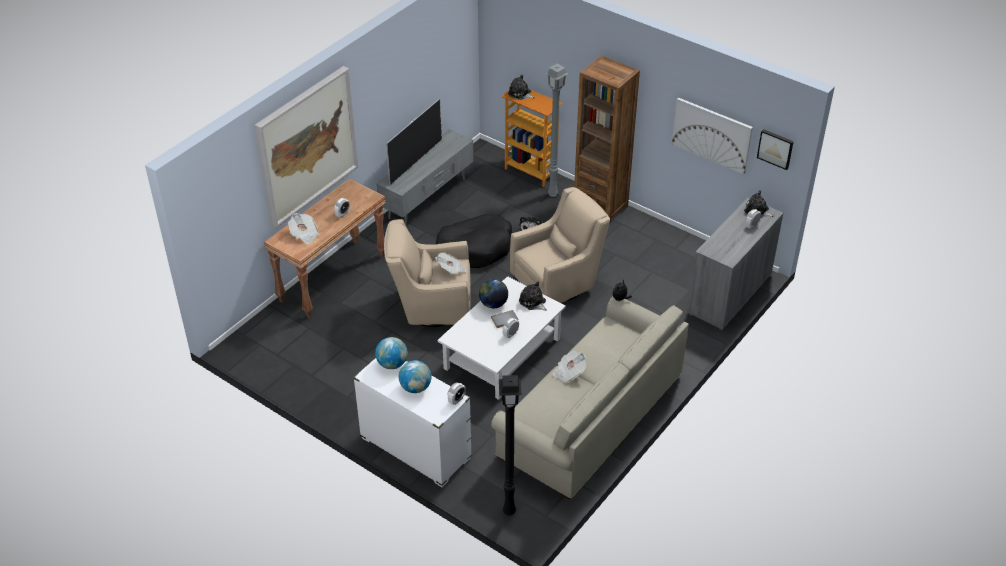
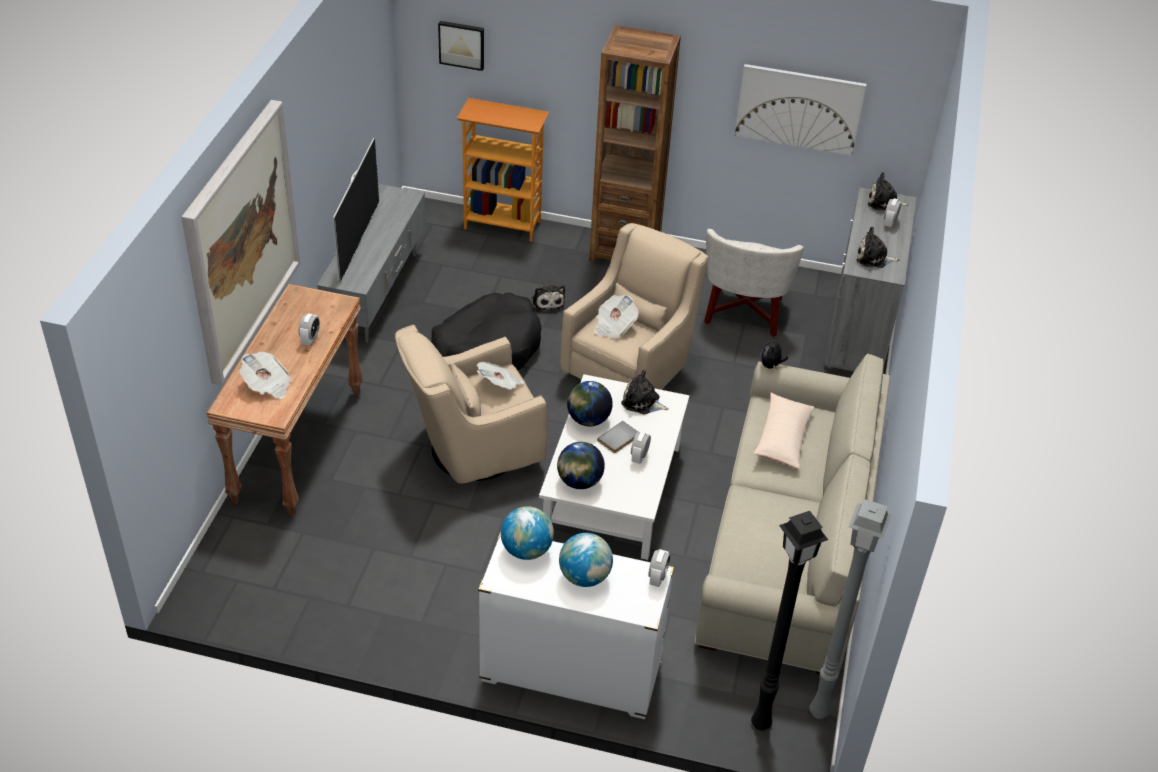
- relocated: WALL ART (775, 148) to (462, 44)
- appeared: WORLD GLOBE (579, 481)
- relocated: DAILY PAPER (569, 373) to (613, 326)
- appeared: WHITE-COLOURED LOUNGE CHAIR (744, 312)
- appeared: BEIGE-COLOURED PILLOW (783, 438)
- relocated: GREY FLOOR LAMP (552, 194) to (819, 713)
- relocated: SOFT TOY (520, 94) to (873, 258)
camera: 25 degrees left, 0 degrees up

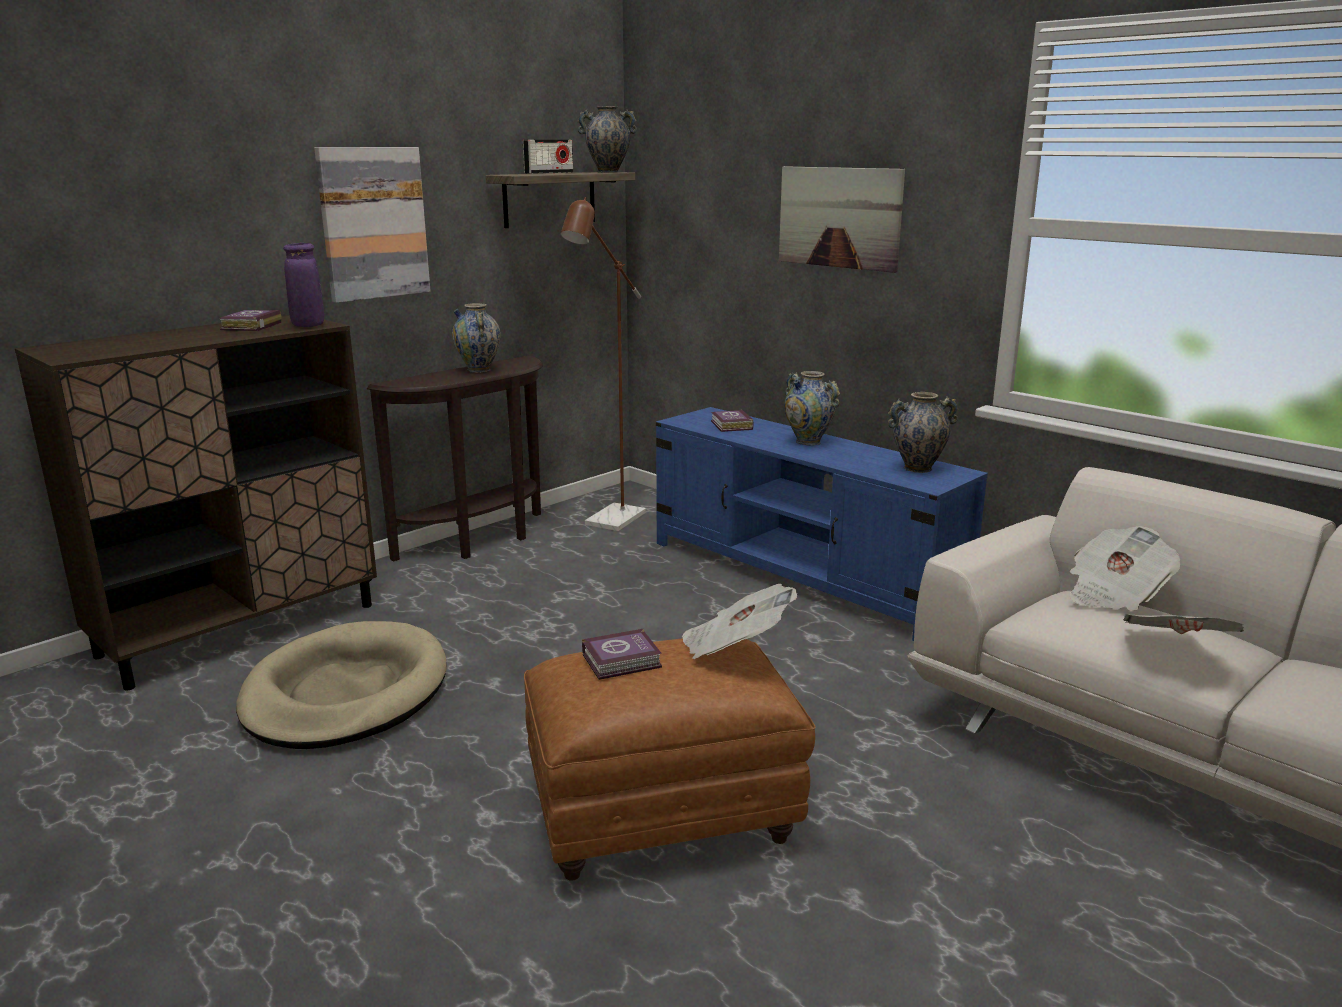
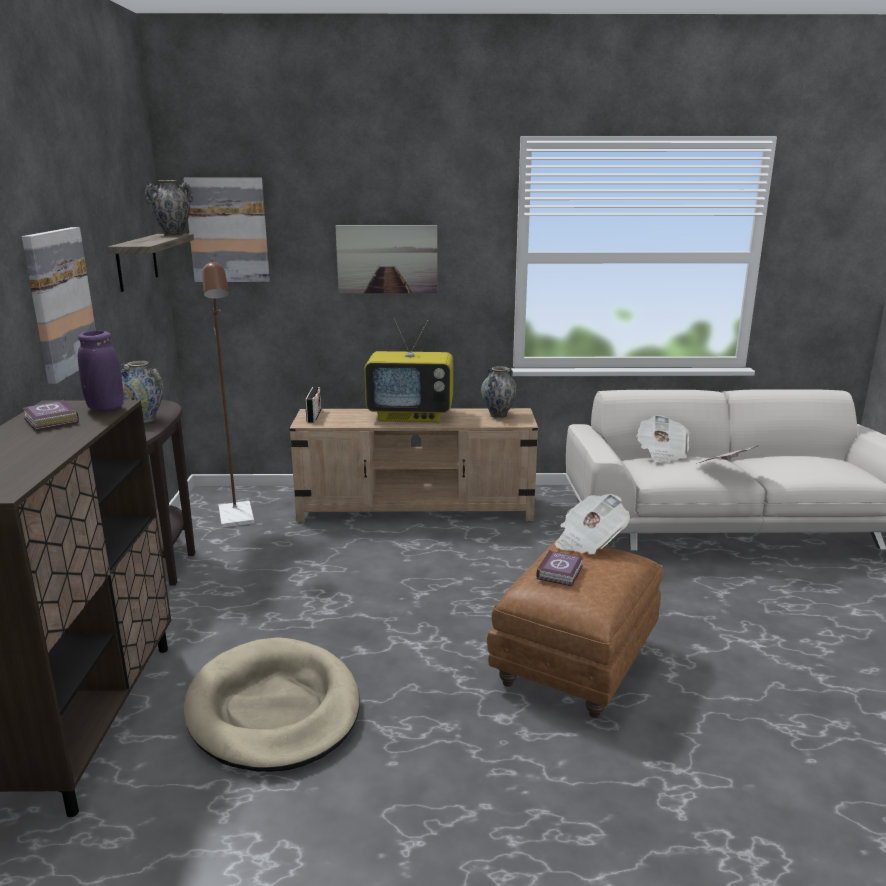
- appeared: WALL ART (228, 230)
- colour: BLUE-COLOURED TV UNIT (802, 576) to BEIGE-COLOURED TV UNIT (417, 508)
- relocated: RADIO SET (549, 173) to (314, 416)
- exchanged: DECORATIVE VASE (808, 442) to TV SET (411, 415)
- missing: VOLUME (731, 425)
camera: 45 degrees left, 0 degrees up

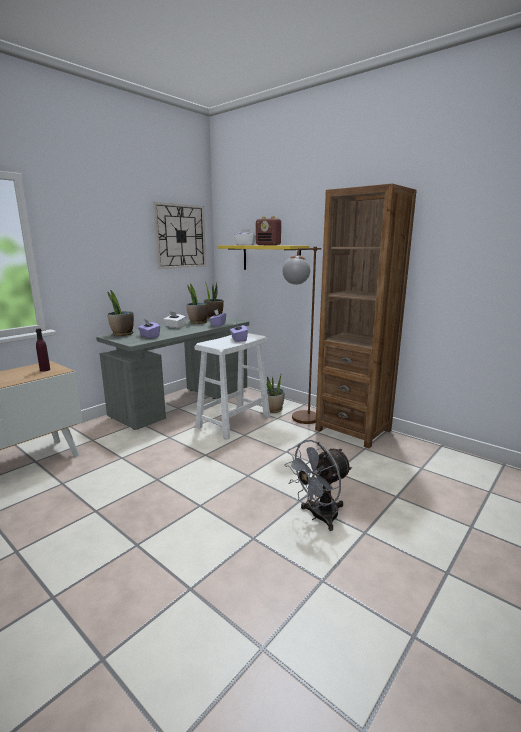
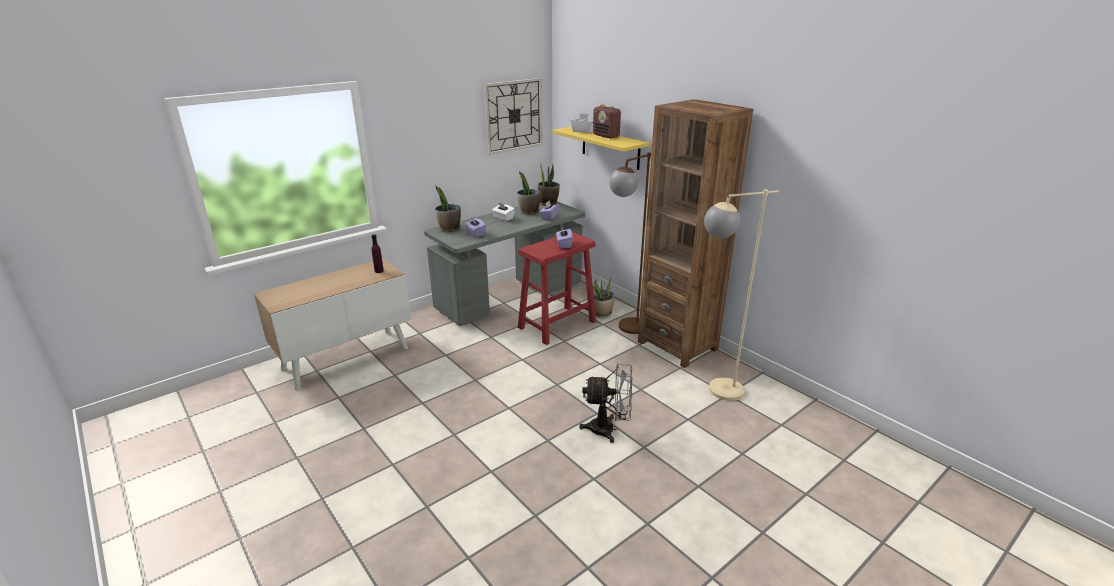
- colour: WHITE-COLOURED SITTING STOOL (233, 422) to RED SITTING STOOL (556, 325)
- spun: GREY FAN (318, 517) = (609, 429) 150 degrees counterclockwise
- appeared: BEIGE-COLOURED FLOOR LAMP (715, 392)
camera: 10 degrees right, 10 degrees up

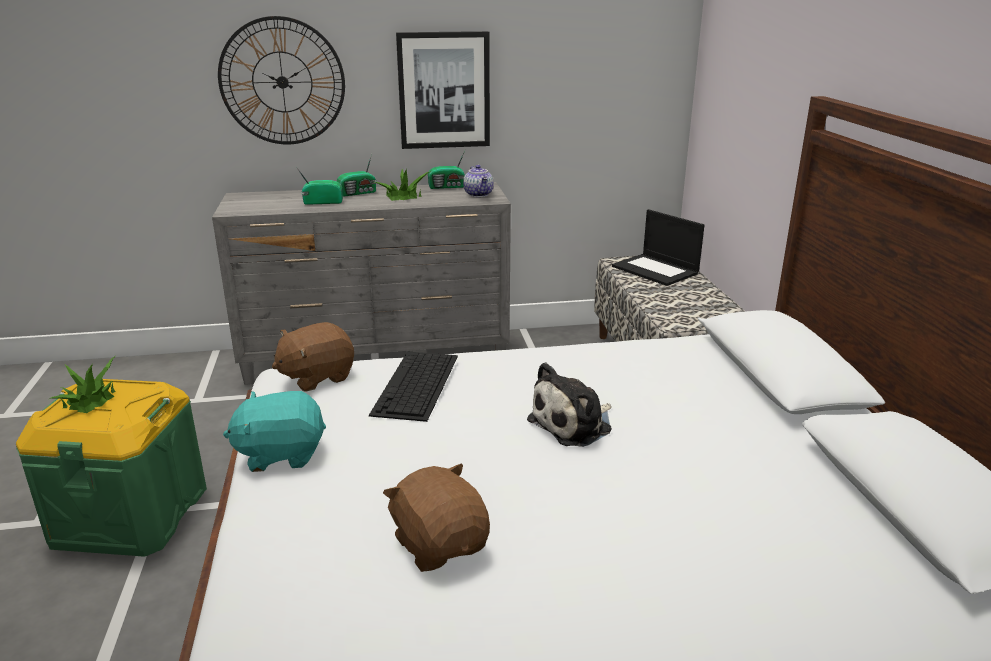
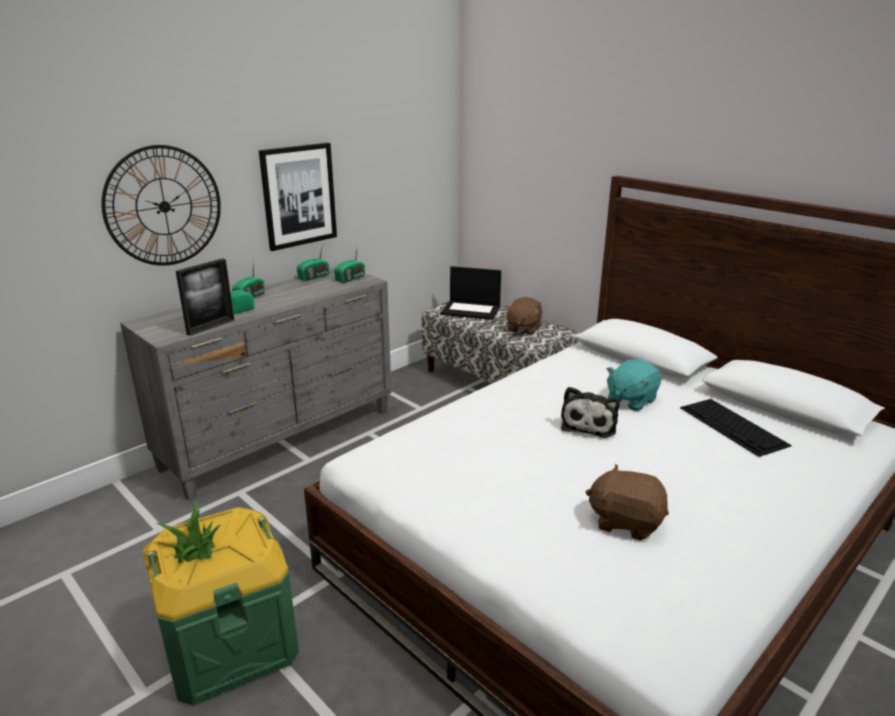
- appeared: PHOTO FRAME (211, 327)
- exchanged: TEAPOT (479, 194) to RADIO SET (351, 278)
- relocated: BROWN-COLOURED SOFT TOY (316, 377) to (523, 328)
- relocated: BLUE-GREEN SOFT TOY (281, 454) to (630, 400)
- relocated: COMPUTER KEYBOARD (416, 385) to (734, 426)
- missing: HOUSEPLANT (403, 196)
camera: 35 degrees left, 0 degrees up

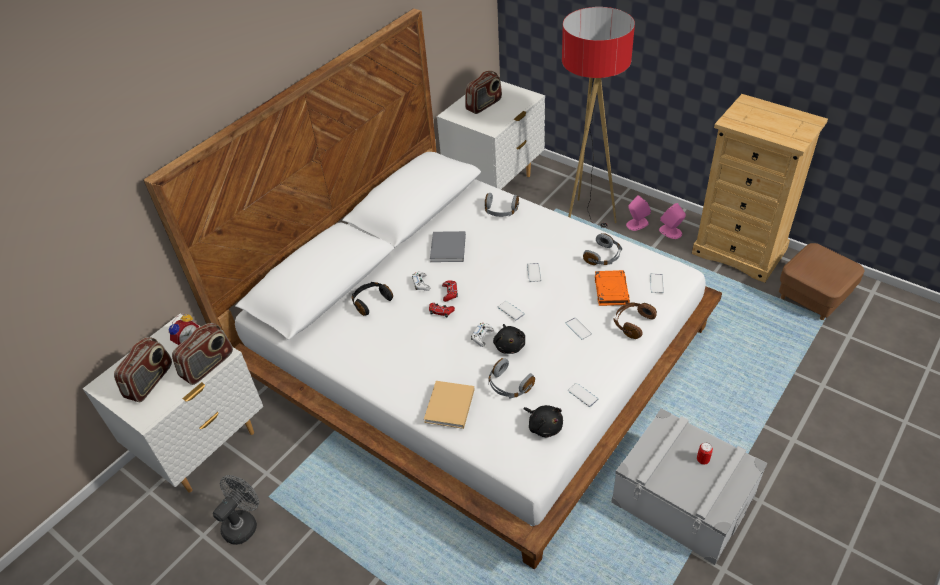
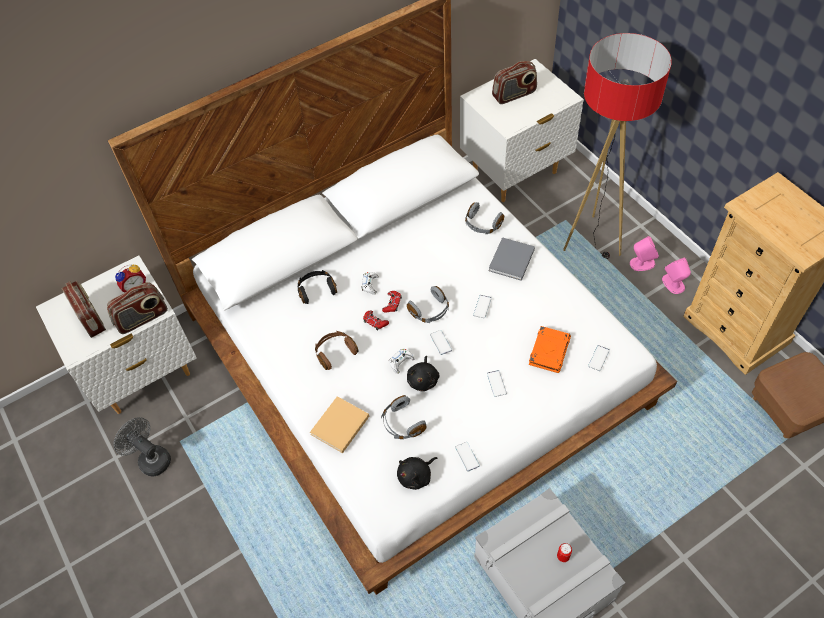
- spun: RADIO SET (150, 381) = (90, 318) 75 degrees counterclockwise
- spun: GREY FAN (243, 523) = (151, 459) 105 degrees counterclockwise
- relocated: BROWN-COLOURED HEADPHONES (632, 323) to (335, 352)
- spun: BLACK-COLOURED SOFT TOY (544, 426) = (416, 476) 75 degrees clockwise
- relocated: GREY HEADPHONES (603, 256) to (430, 311)
- relocated: GREY VOLUME (448, 249) to (511, 261)
camera: 20 degrees right, 10 degrees up

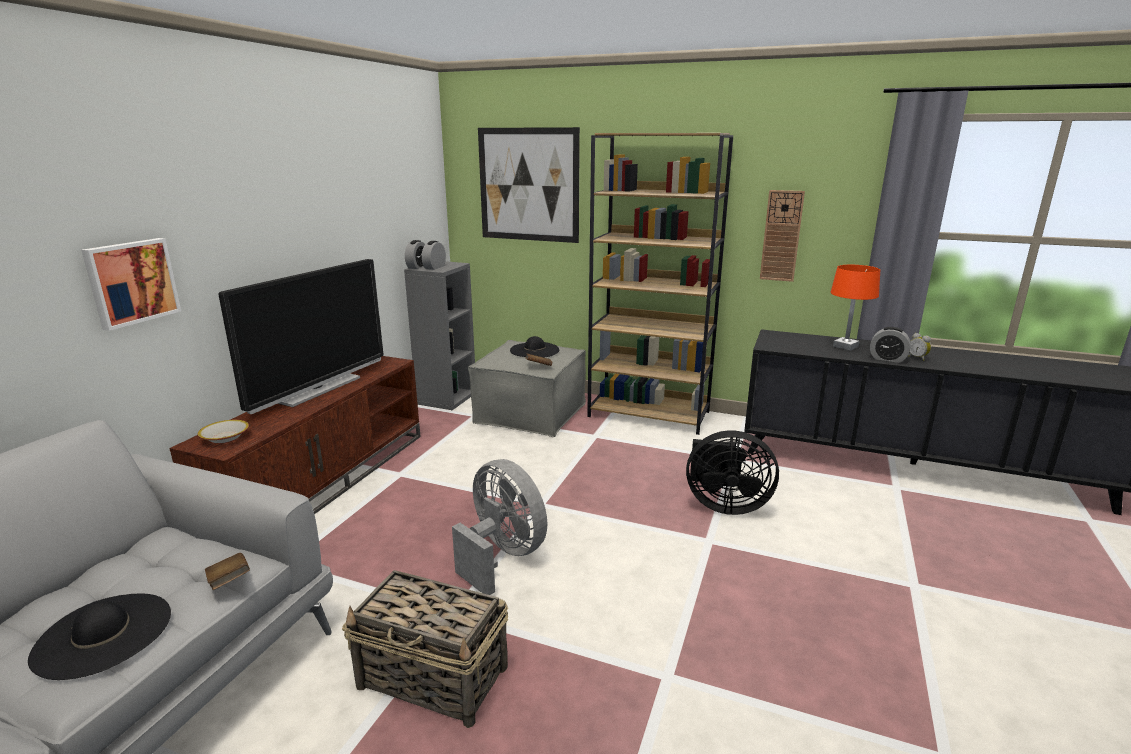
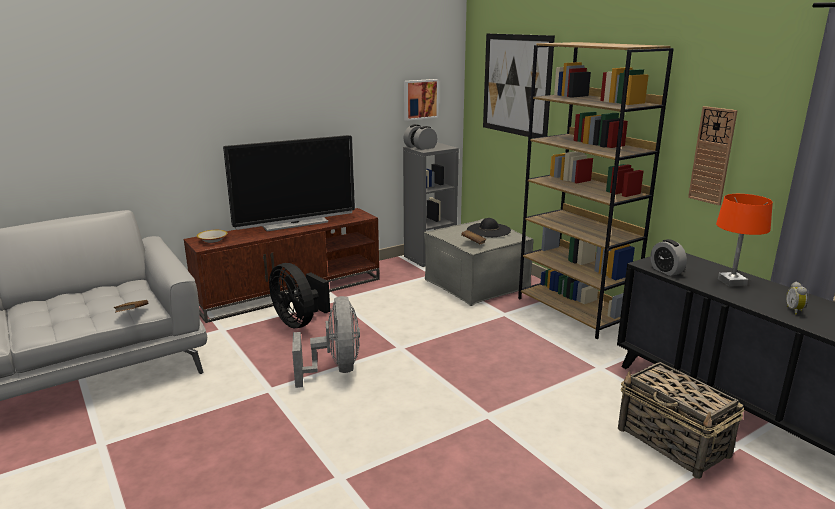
- relocated: BLACK-COLOURED FAN (724, 505) to (299, 322)
- relocated: WALL ART (131, 282) to (420, 99)
- relocated: BASKET (434, 678) to (673, 443)
- relocated: ALARM CLOCK (887, 359) to (666, 271)
- missing: BLACK-COLOURED CLOTHING HAT (103, 634)
camera: 35 degrees right, 0 degrees up

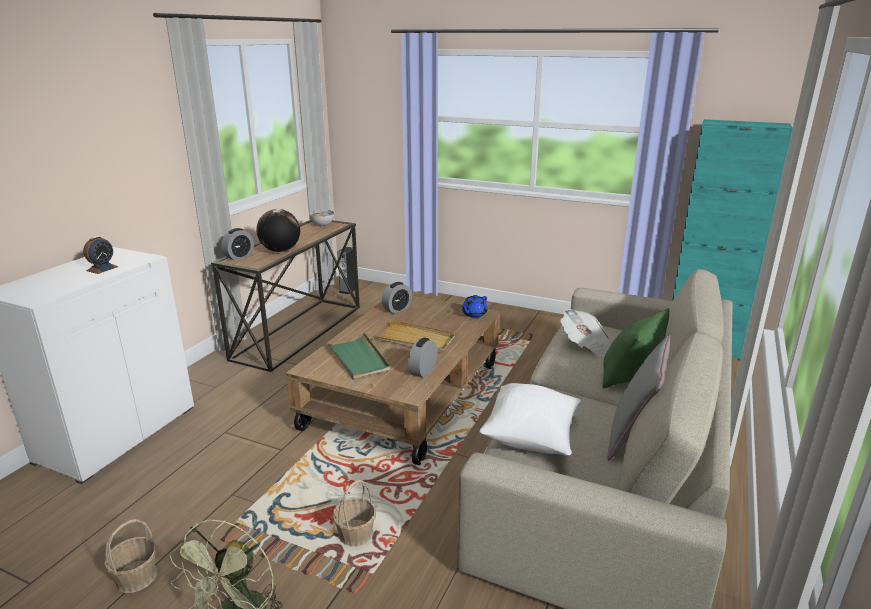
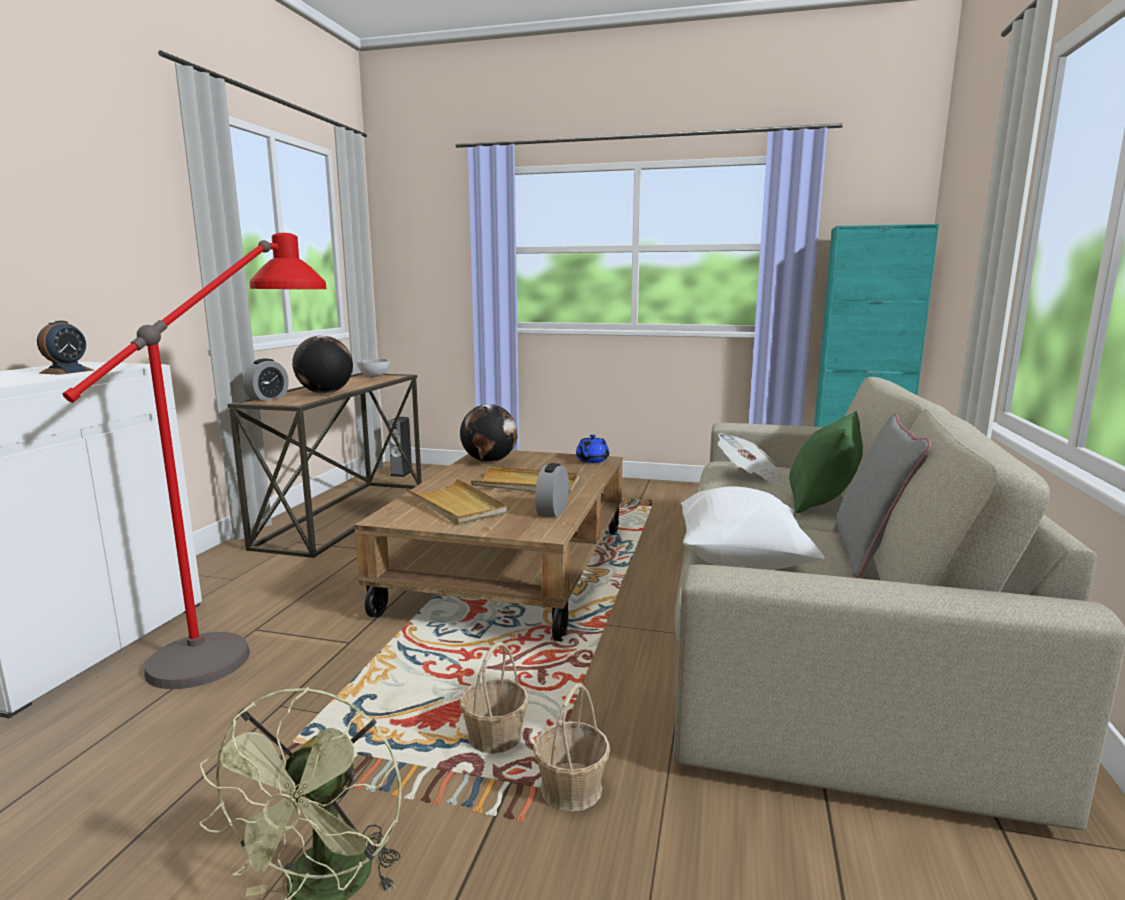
- appeared: RED FLOOR LAMP (252, 631)
- colour: GREEN-COLOURED SERVING TRAY (358, 359) to BEIGE-COLOURED SERVING TRAY (456, 505)
- exchanged: ALARM CLOCK (397, 309) to WORLD GLOBE (489, 461)
- relocated: BASKET (136, 577) to (570, 788)
camera: 10 degrees left, 10 degrees down

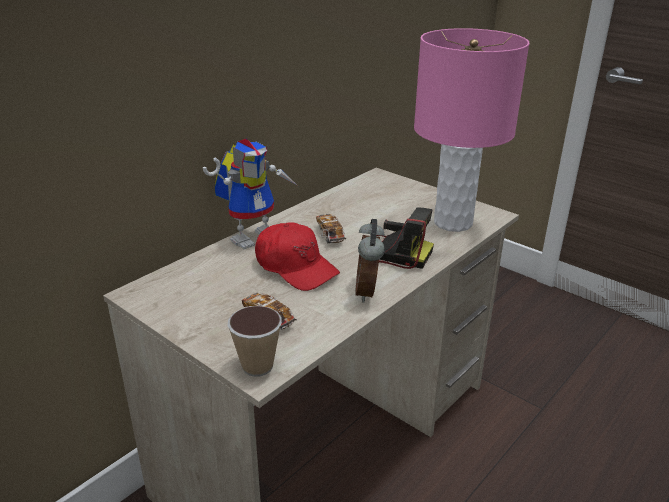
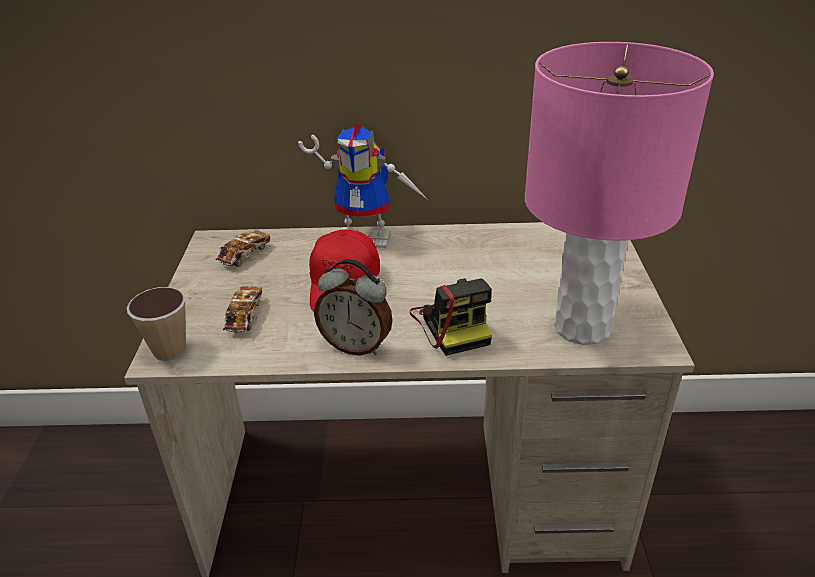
- relocated: MINIATURE CAR (330, 235) to (245, 255)
- spun: ALARM CLOCK (368, 292) = (356, 345) 120 degrees counterclockwise
camera: 50 degrees right, 5 degrees up

